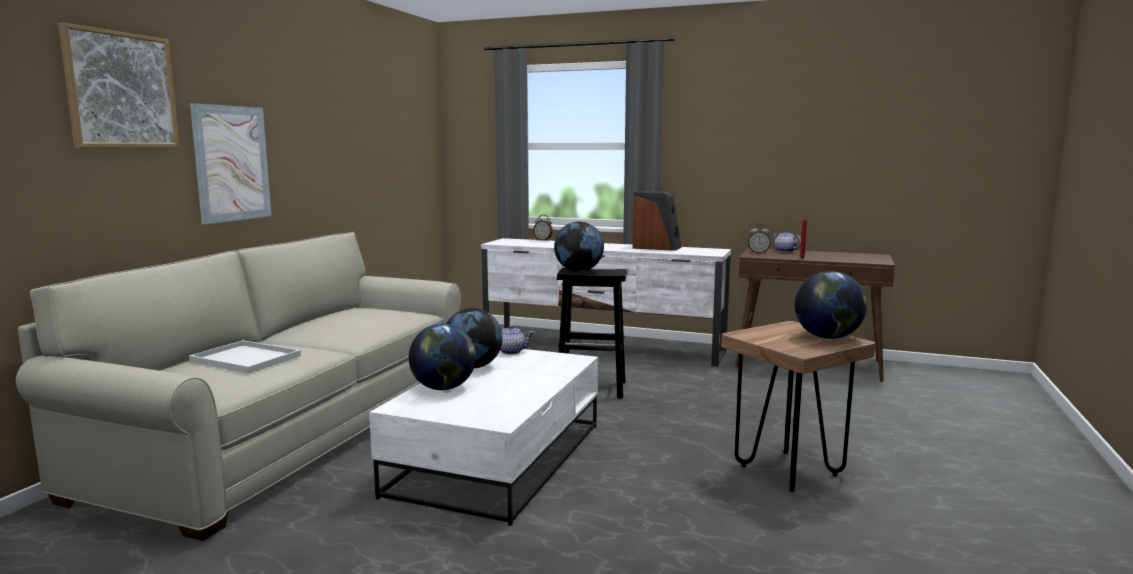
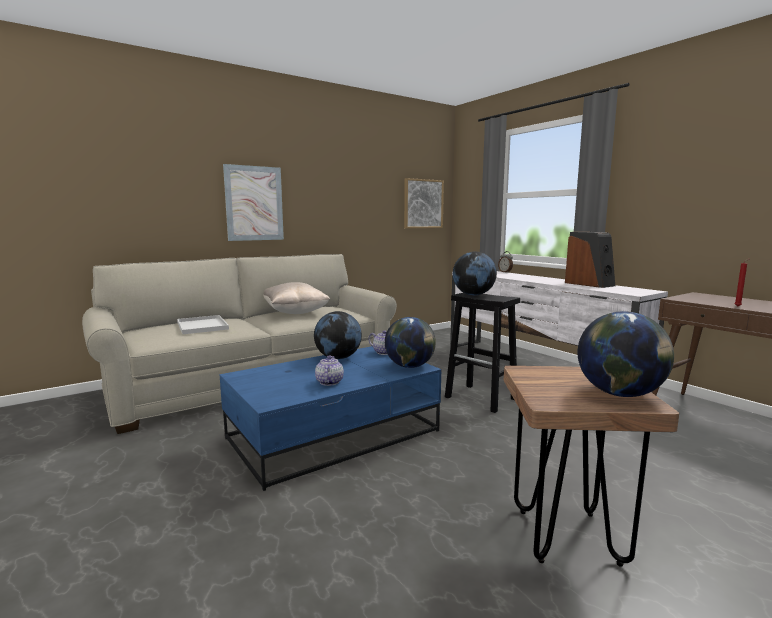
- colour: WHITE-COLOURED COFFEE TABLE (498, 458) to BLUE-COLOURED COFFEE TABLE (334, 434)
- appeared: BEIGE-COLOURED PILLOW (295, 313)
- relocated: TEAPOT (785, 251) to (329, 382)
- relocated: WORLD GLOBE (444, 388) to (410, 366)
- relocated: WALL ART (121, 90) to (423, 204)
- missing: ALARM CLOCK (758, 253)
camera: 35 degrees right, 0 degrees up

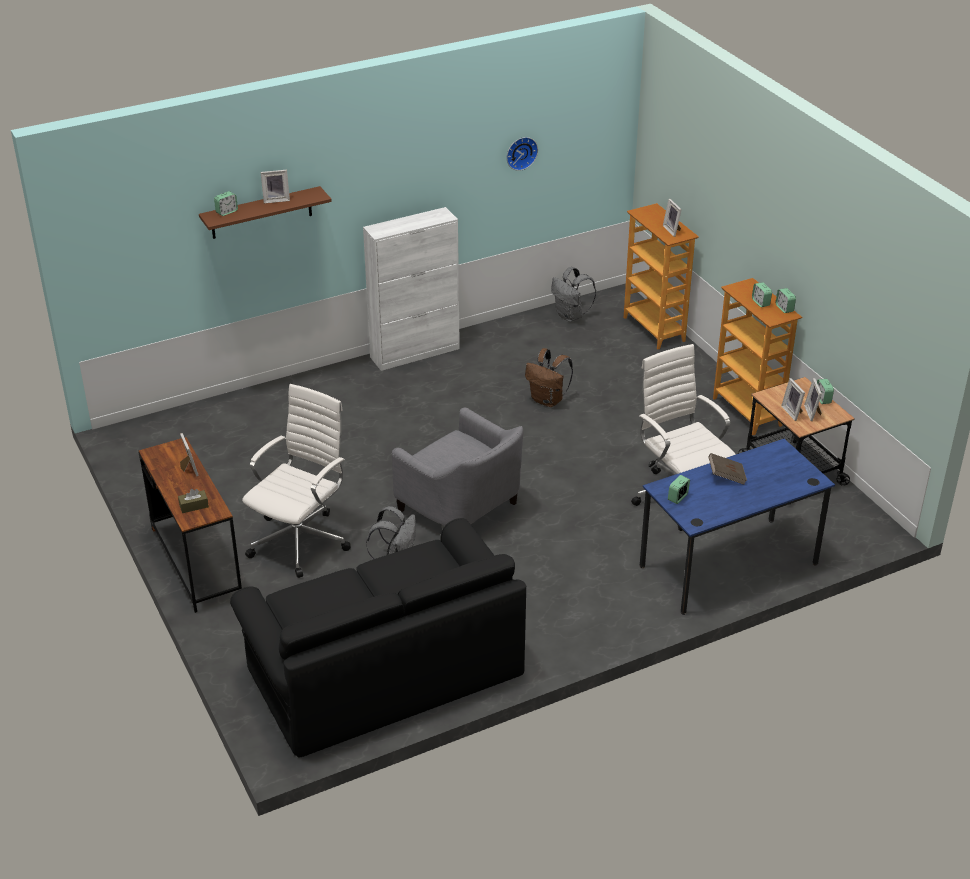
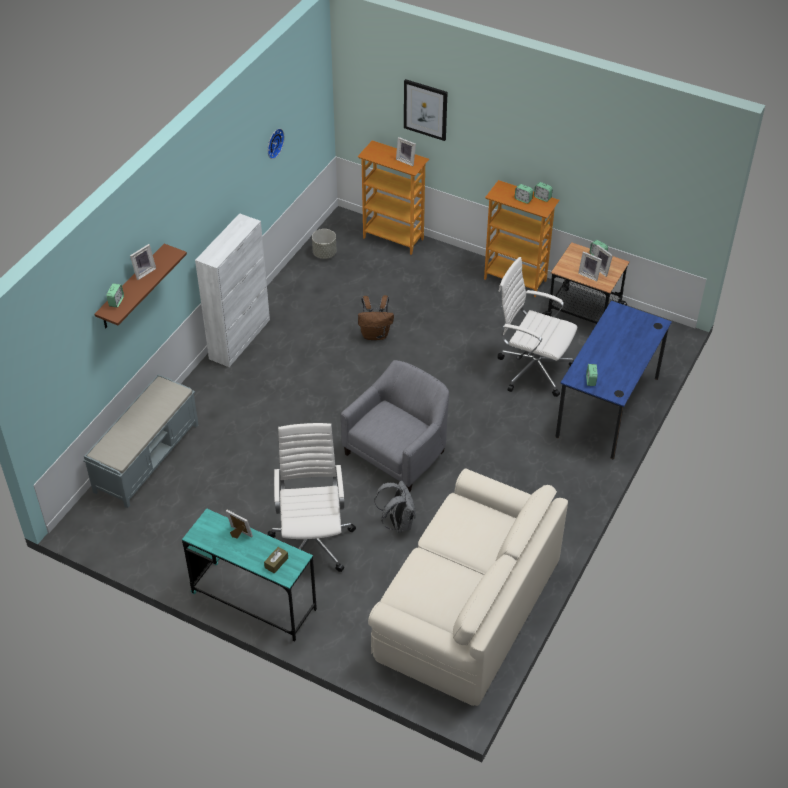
- appeared: GREY INDOOR BENCH (147, 457)
- colour: BROWN-COLOURED DESK TABLE (196, 562) to BLUE-GREEN DESK TABLE (253, 601)
- exchanged: GREY BACKPACK (571, 316) to GREY PLANTER (324, 253)
- spun: GREY LOUNGE CHAIR (462, 506) = (398, 452) 60 degrees counterclockwise
- colour: BLACK-COLOURED SOFA (383, 668) to BEIGE-COLOURED SOFA (466, 607)
- appeared: WALL ART (425, 109)
- missing: BROWN-COLOURED VOLUME (726, 476)
camera: 35 degrees left, 10 degrees up

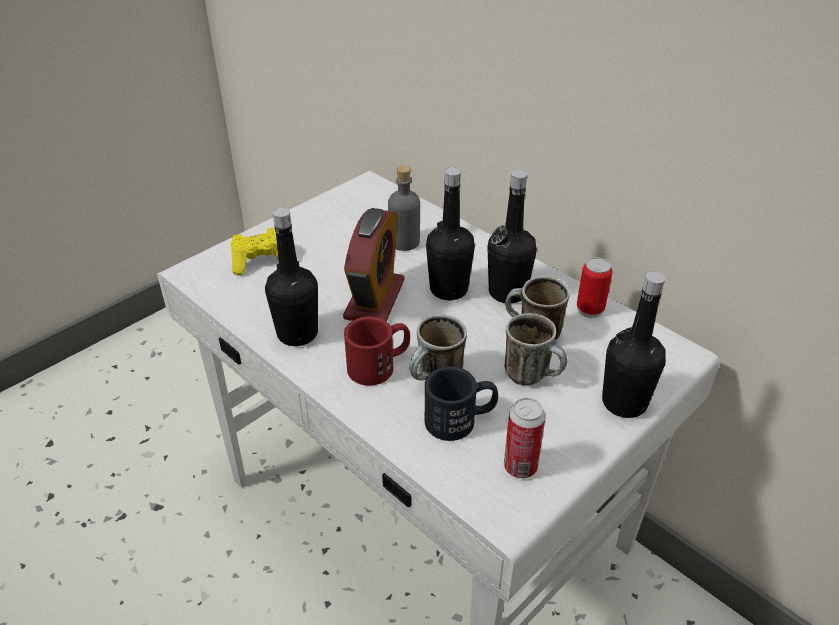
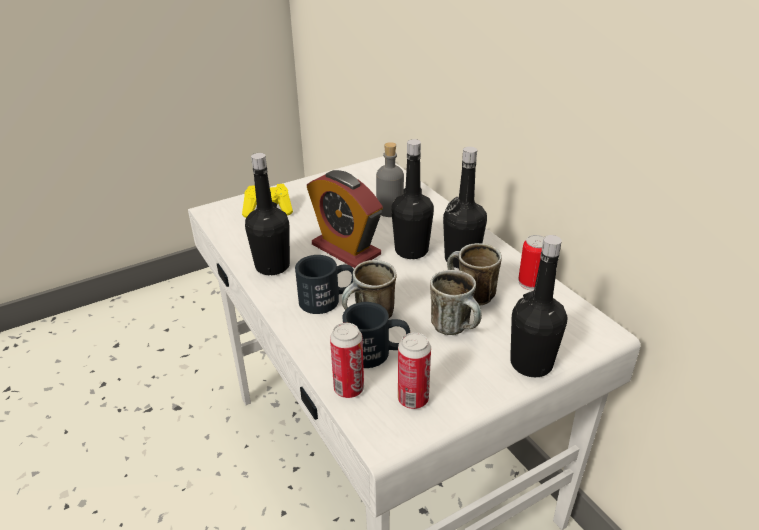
- colour: RED MUG (380, 365) to BLACK-COLOURED MUG (328, 299)
- spun: ALARM CLOCK (374, 299) = (346, 250) 105 degrees clockwise
- appeared: METAL CAN (349, 389)
camera: 15 degrees right, 5 degrees down

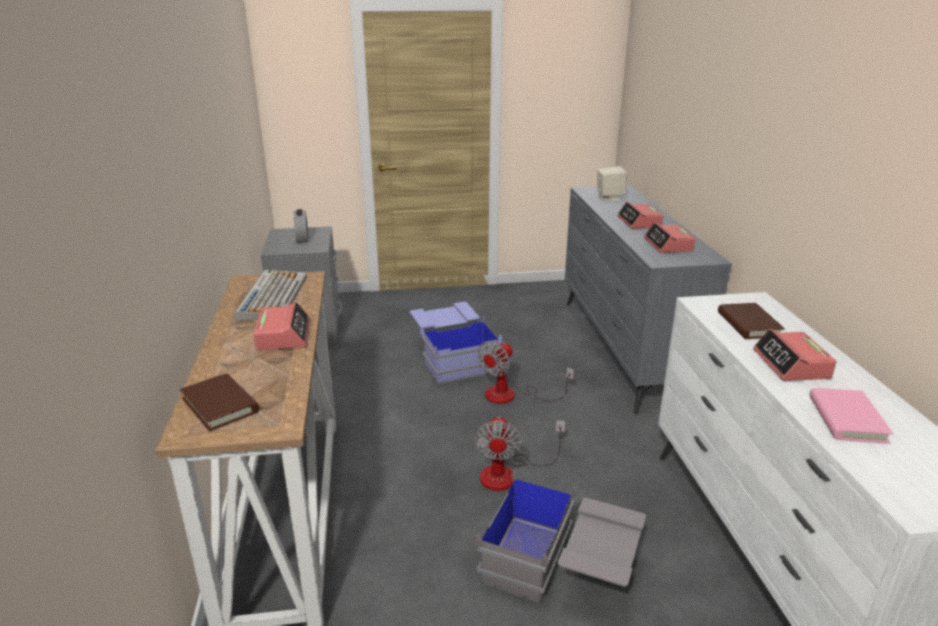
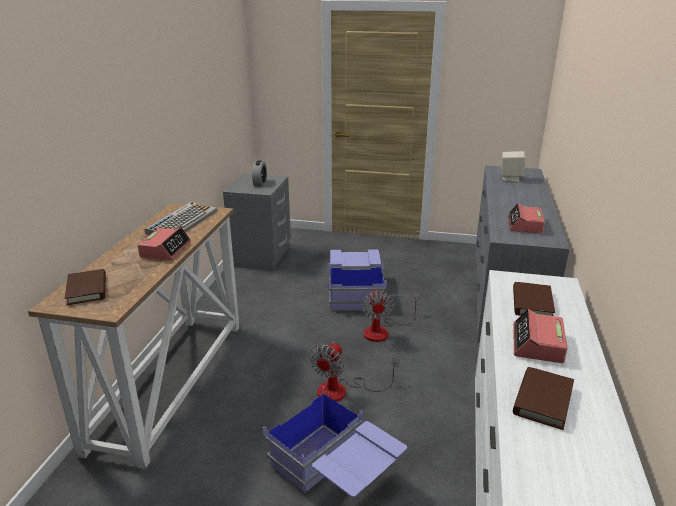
- colour: GREY STORAGE BIN (560, 571) to BLUE-COLOURED STORAGE BIN (335, 474)
- spun: FAN (511, 395) = (383, 331) 60 degrees counterclockwise
- colour: PINKISH VOLUME (847, 419) to BROWN-COLOURED VOLUME (543, 400)
- missing: ALARM CLOCK (639, 222)
camera: 20 degrees right, 0 degrees up

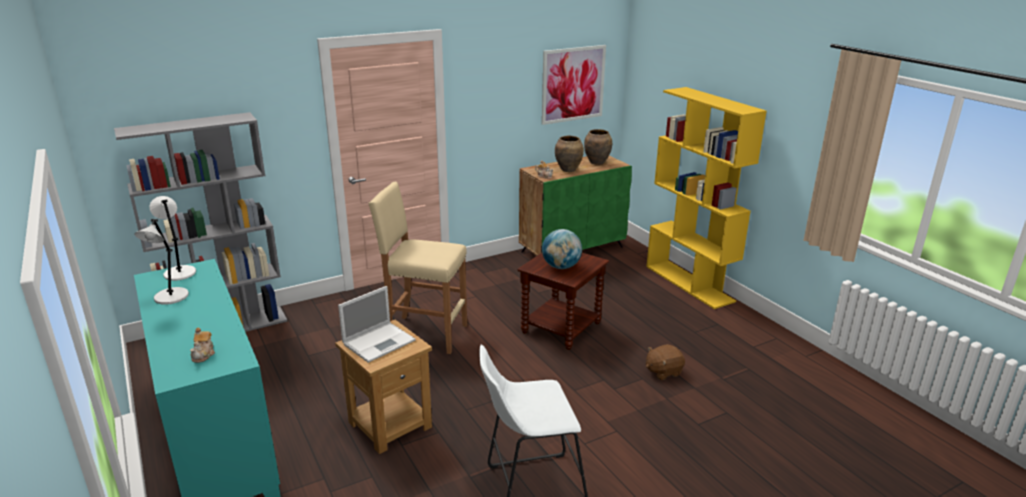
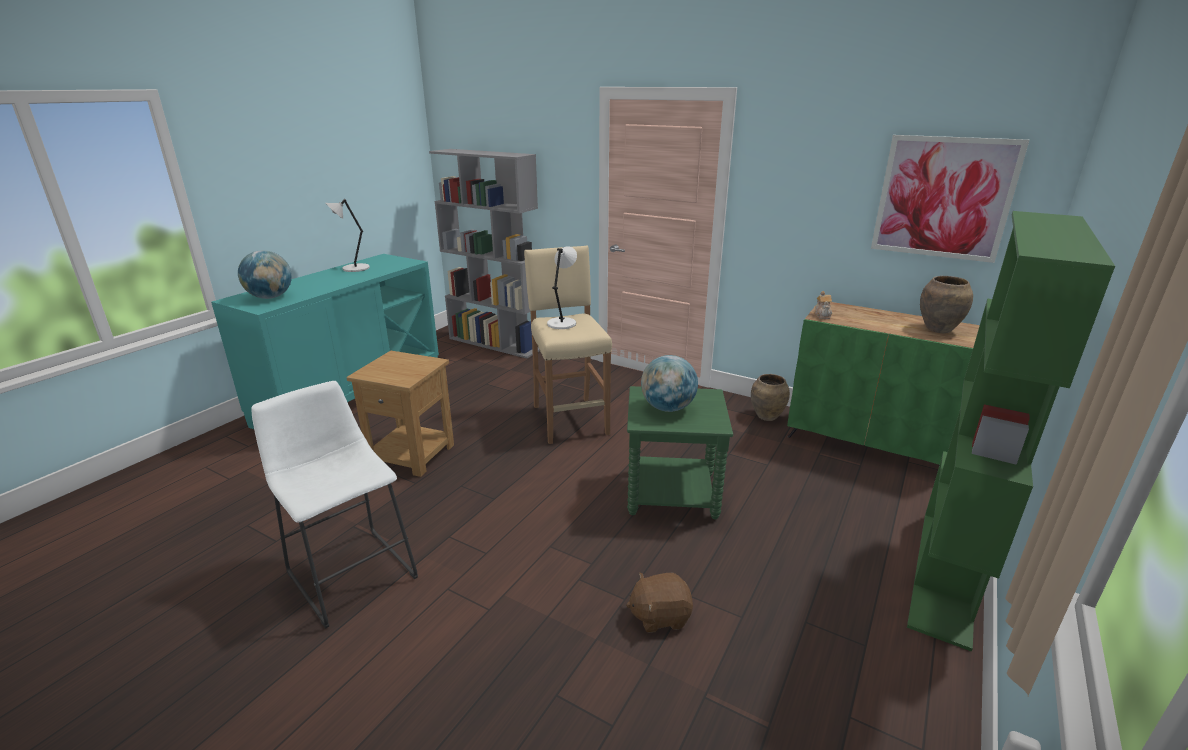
- exchanged: TEAPOT (204, 354) to WORLD GLOBE (270, 297)
- relocated: WHITE-COLOURED TABLE LAMP (179, 273) to (562, 323)
- spun: BROWN-COLOURED SOFT TOY (663, 371) = (659, 616) 45 degrees counterclockwise
- colour: BROWN-COLOURED ACCENT TABLE (560, 327) to GREEN-COLOURED ACCENT TABLE (672, 493)
- relocated: BROWN-COLOURED DECORATIVE VASE (568, 170) to (767, 417)
- colour: YELLOWISH SHELVING UNIT (690, 283) to GREEN-COLOURED SHELVING UNIT (946, 575)
- missing: NOTEBOOK COMPUTER (380, 341)
camera: 60 degrees right, 0 degrees up

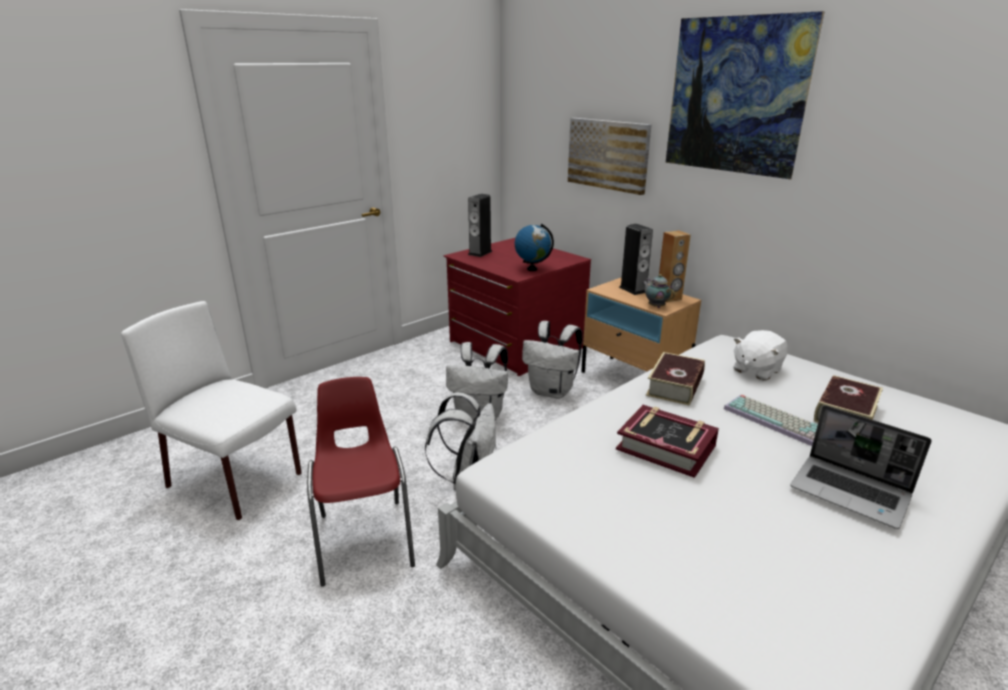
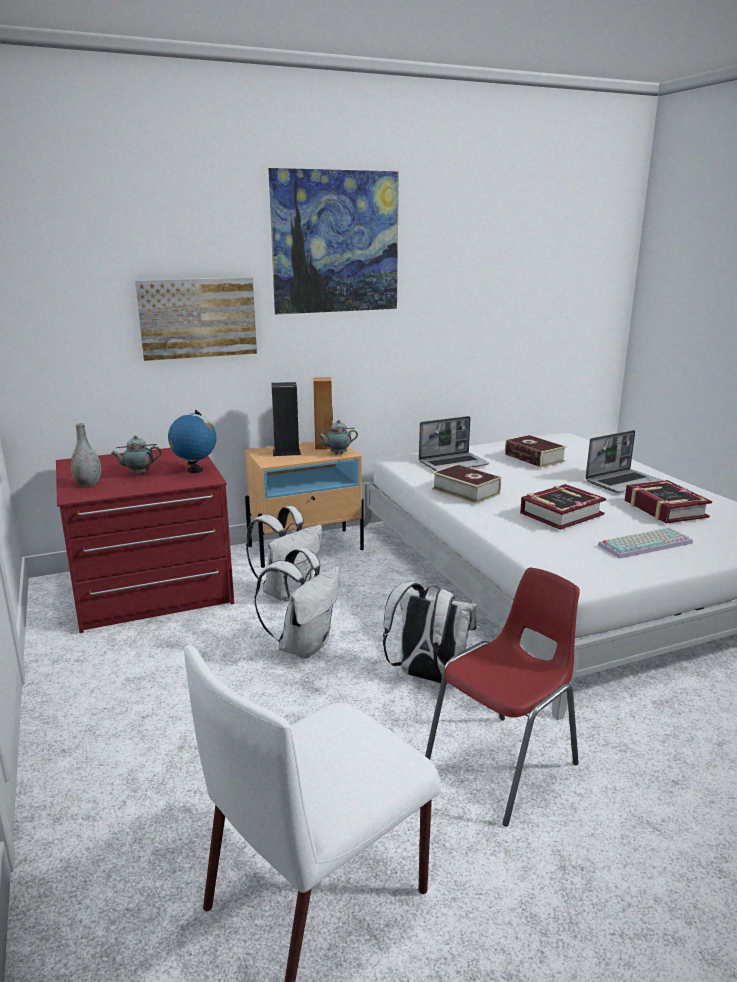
- exchanged: LOUDSPEAKER (480, 253) to GREY DECORATIVE VASE (88, 484)
- appeared: TEAPOT (138, 474)
- exchanged: WHITE-COLOURED SOFT TOY (756, 370) to NOTEBOOK COMPUTER (454, 463)
- spun: RED CHAIR (365, 539) = (504, 766) 135 degrees clockwise
- relocated: COMPUTER KEYBOARD (777, 421) to (645, 543)
- appeared: VOLUME (664, 509)
camera: 70 degrees left, 5 degrees down

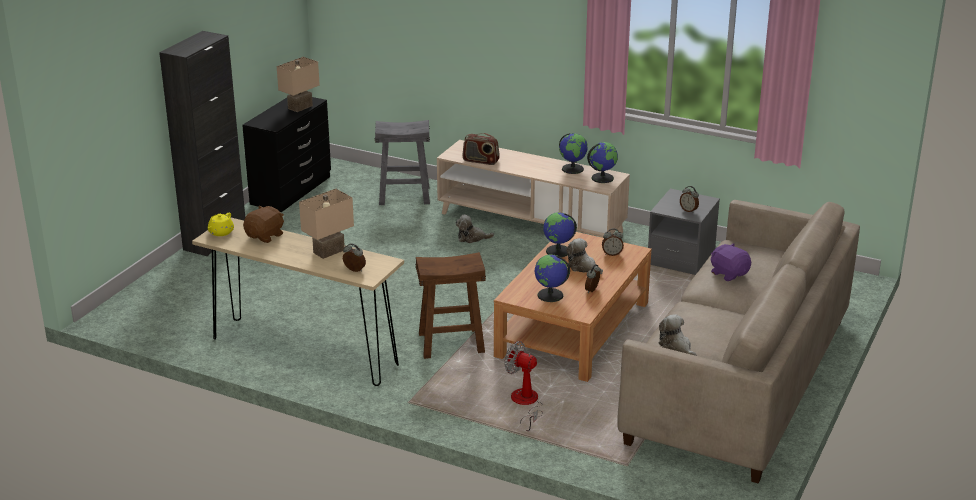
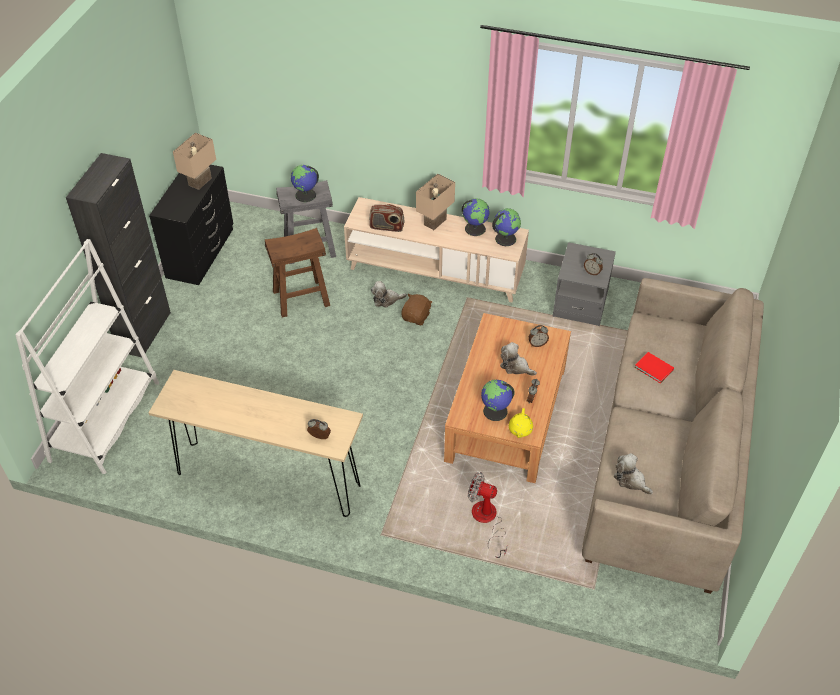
- appeared: WHITE-COLOURED SHELVING UNIT (105, 421)
- relocated: BROWN-COLOURED SITTING STOOL (451, 343) to (301, 298)
- relocated: WORLD GLOBE (558, 251) to (306, 195)
- relocated: BROWN-COLOURED SOFT TOY (265, 236) to (416, 317)
- relocated: BEIGE-COLOURED TABLE LAMP (329, 252) to (435, 222)
- relocated: YELLOWISH TEAPOT (220, 232) to (520, 430)
- exchanged: PURPLE SOFT TOY (729, 273) to RED VOLUME (654, 369)
camera: 10 degrees left, 20 degrees up

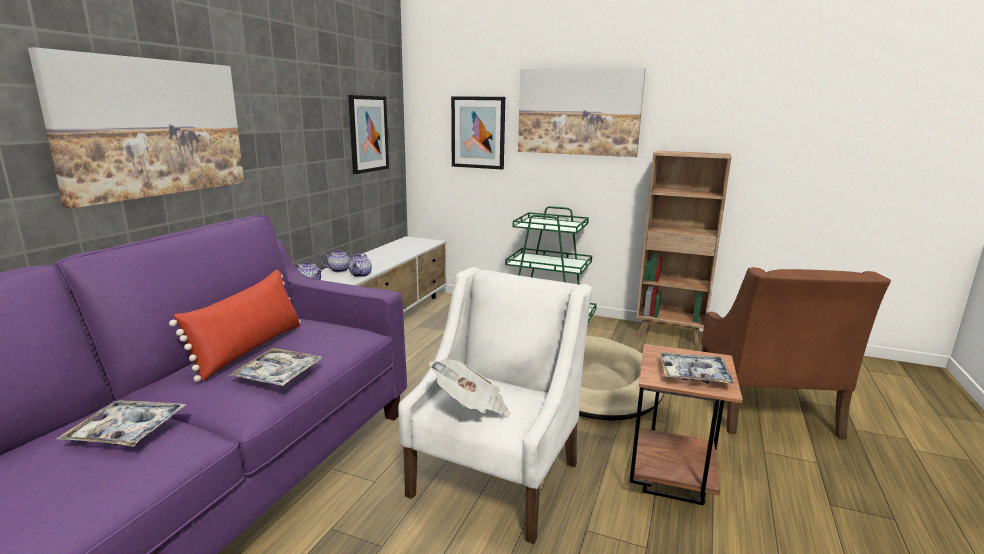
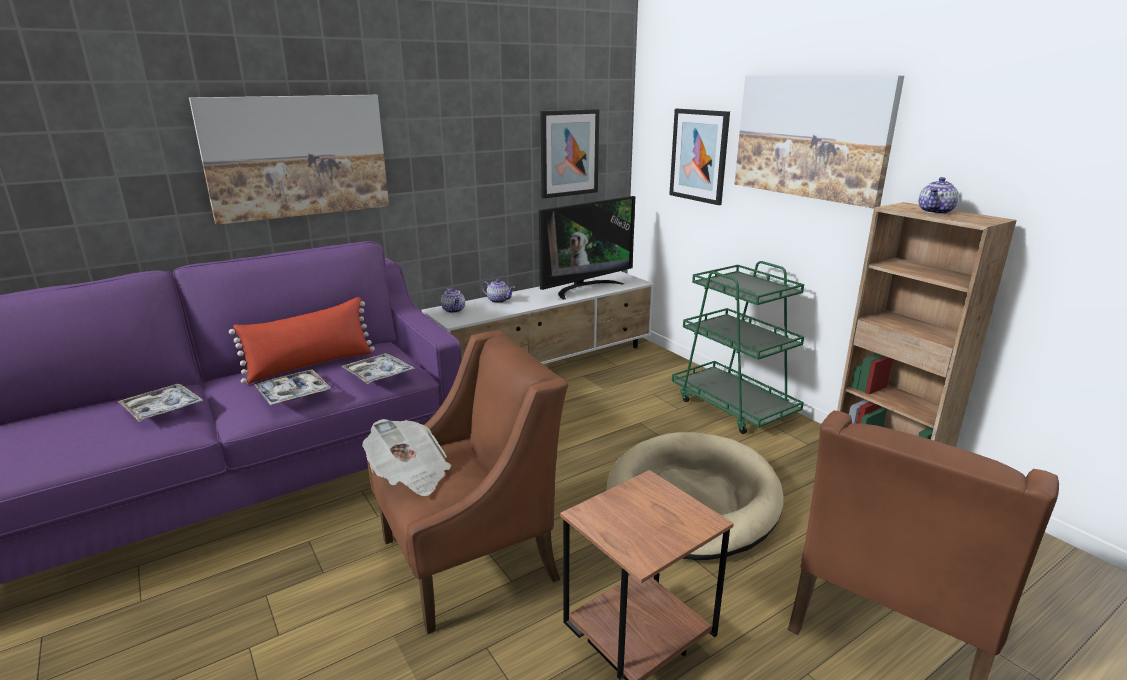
- relocated: SERVING TRAY (694, 375) to (378, 374)
- colour: WHITE-COLOURED LOUNGE CHAIR (496, 478) to BROWN-COLOURED LOUNGE CHAIR (471, 558)
- appeared: TV SET (584, 288)
- relocated: TEAPOT (361, 275) to (936, 212)
camera: 35 degrees right, 5 degrees up

